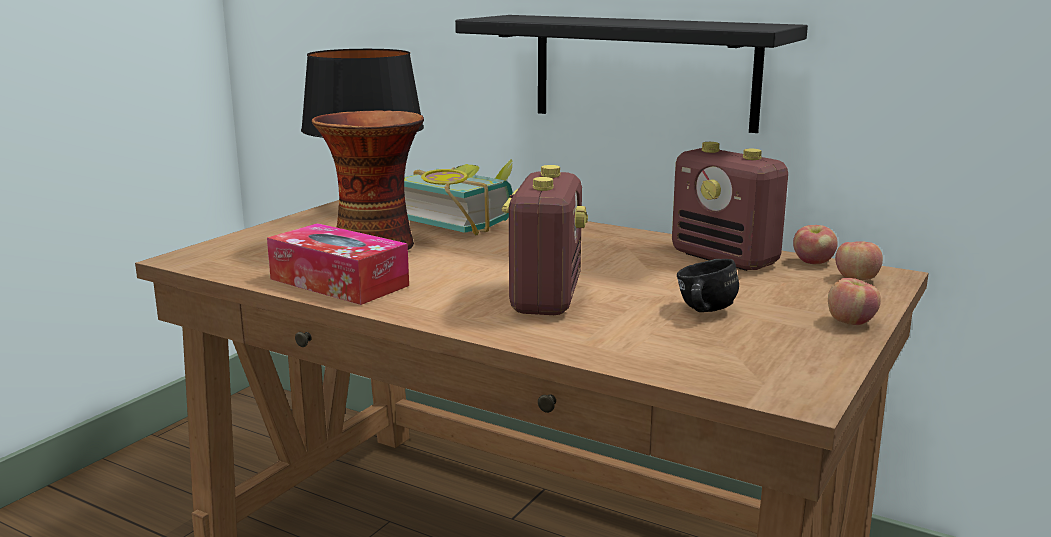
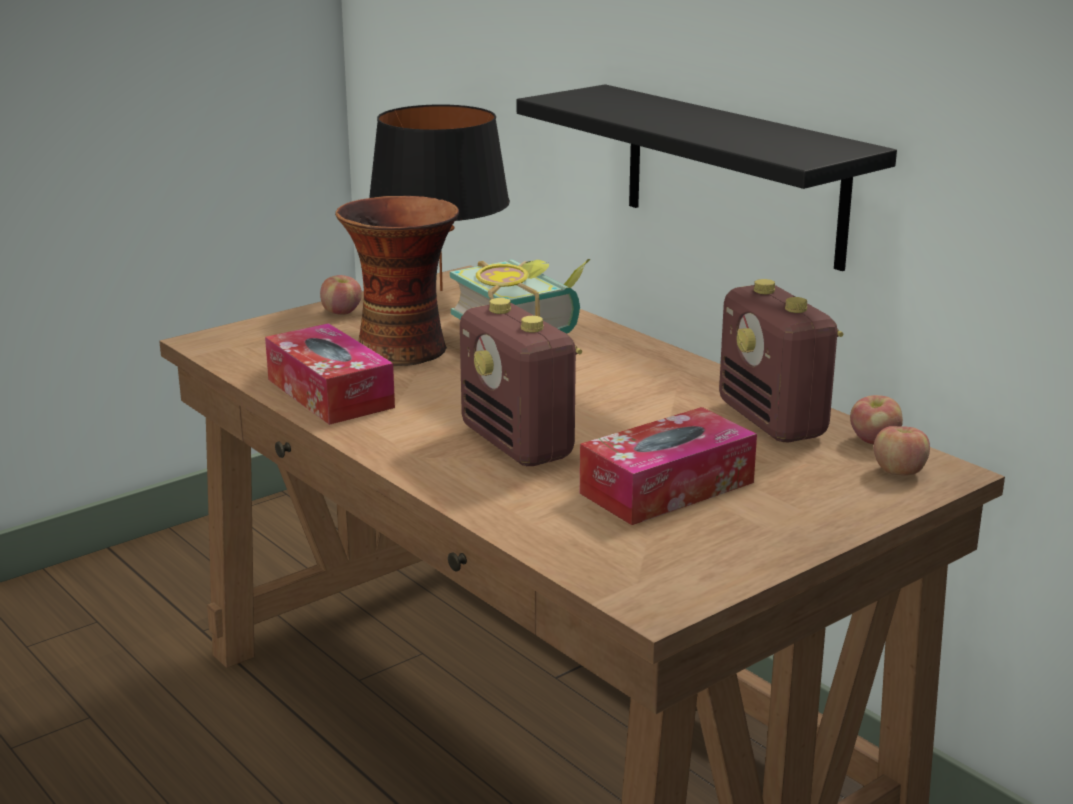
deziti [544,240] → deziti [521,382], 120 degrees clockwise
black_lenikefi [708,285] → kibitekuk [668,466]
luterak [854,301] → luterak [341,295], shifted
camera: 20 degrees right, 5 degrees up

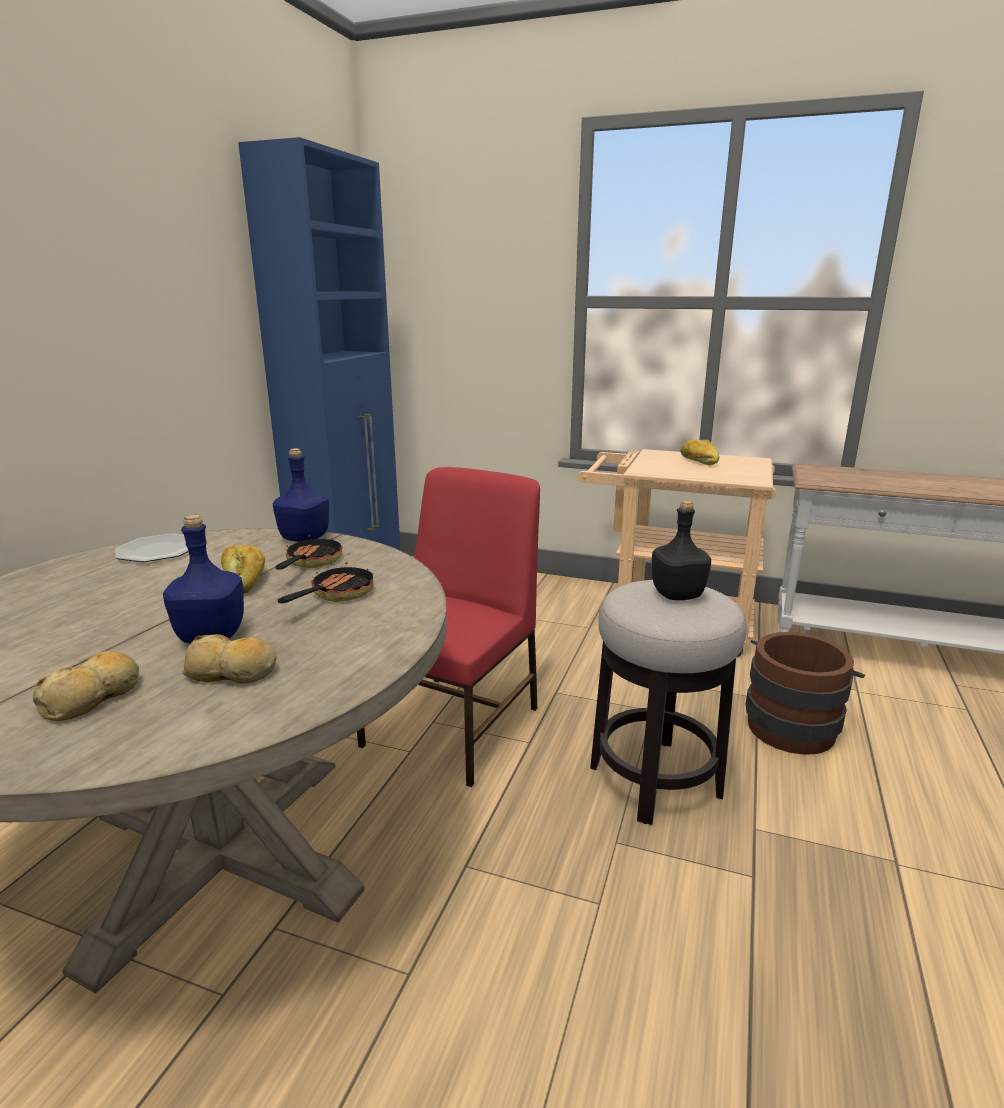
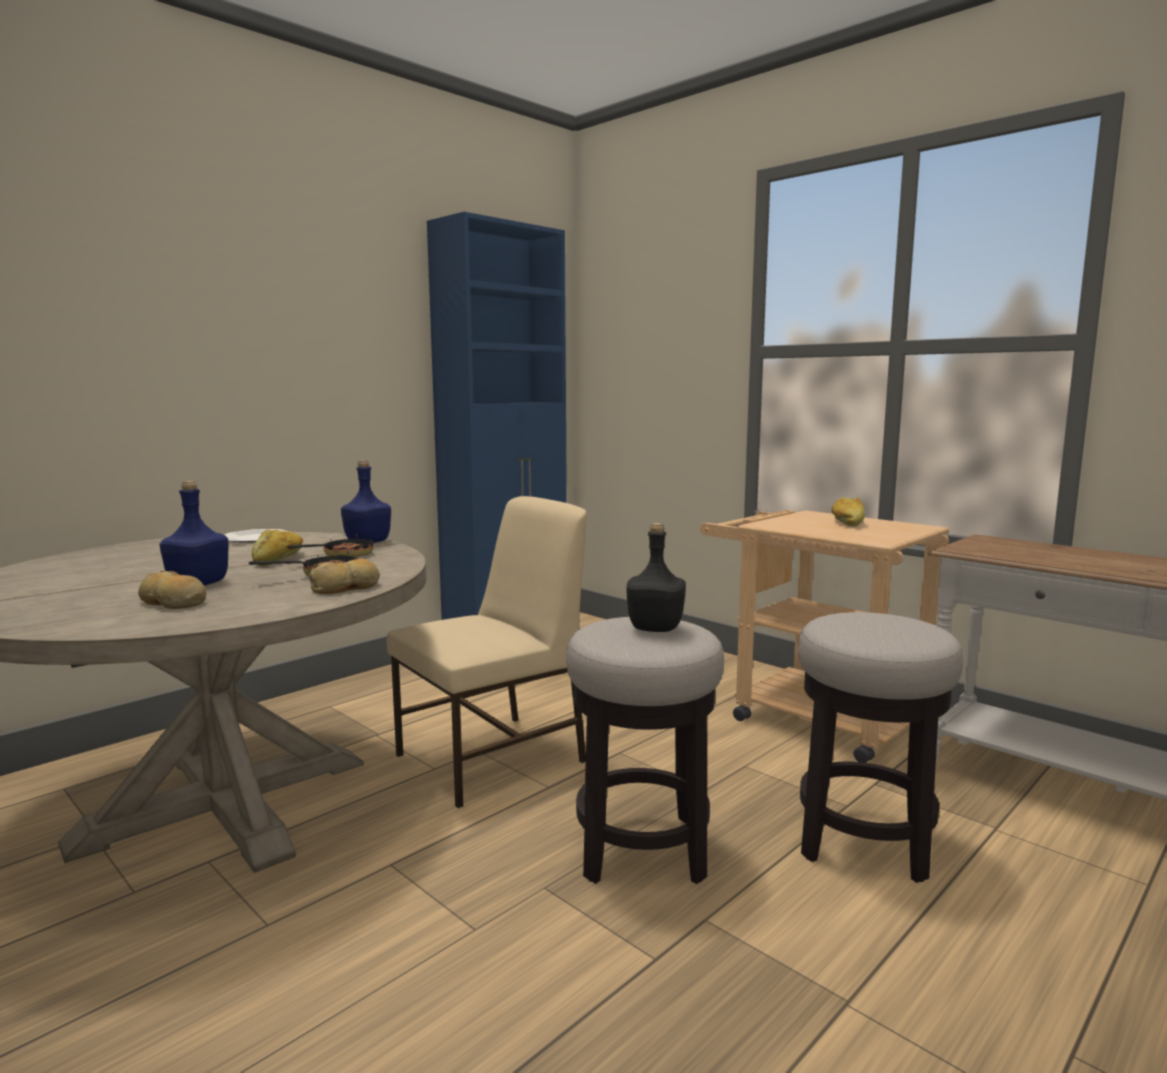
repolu [86,686] → repolu [344,576], shifted
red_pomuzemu [448,627] → beige_pomuzemu [486,652]
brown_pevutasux [805,693] → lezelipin [880,747]
camera: 25 degrees right, 10 degrees down

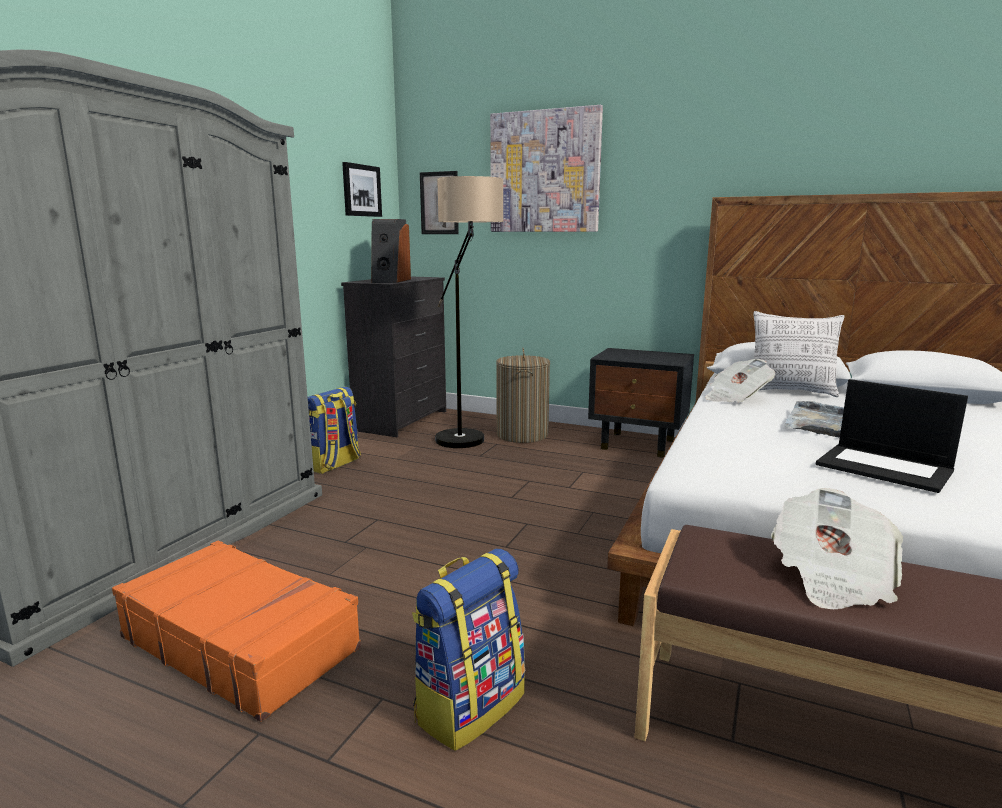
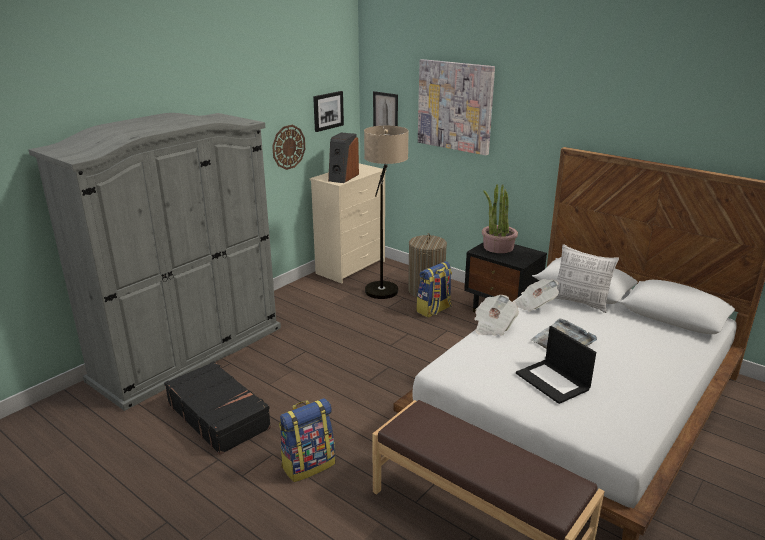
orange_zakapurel [236,631] → black_zakapurel [217,408]
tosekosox [334,430] → tosekosox [434,289], shifted
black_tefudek [393,356] → beige_tefudek [348,223]
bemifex [837,548] → bemifex [496,315], shifted
- → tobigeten [288,147]
- → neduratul [500,218]
camera: 15 degrees right, 10 degrees up

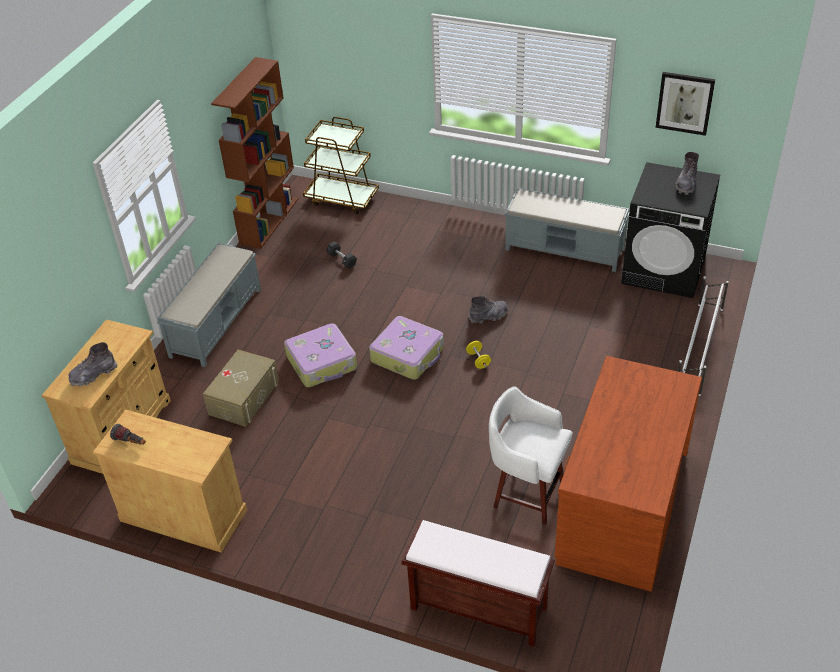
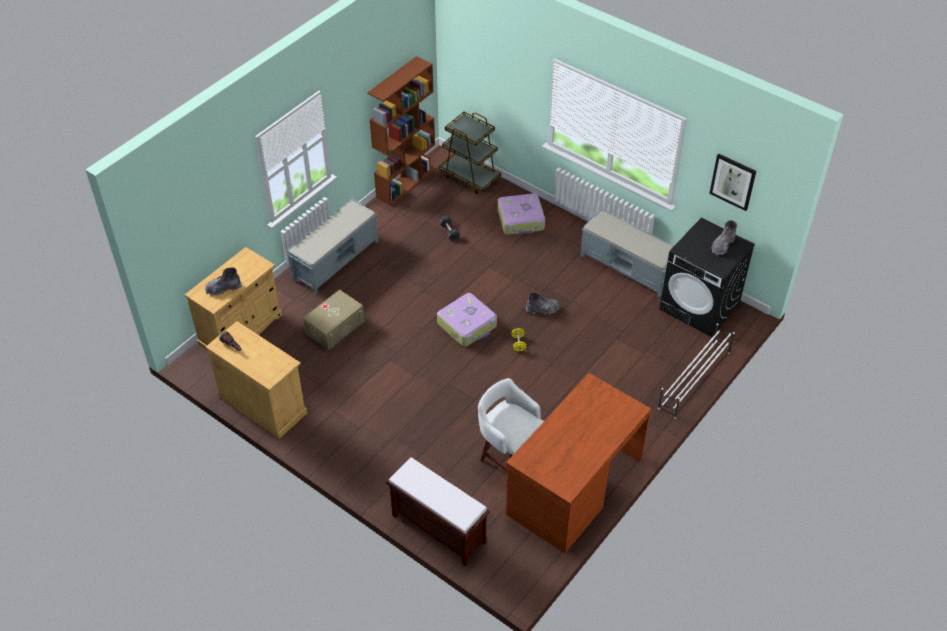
zakapurel [320,355] → zakapurel [521,214], shifted
camera: 15 degrees right, 5 degrees up

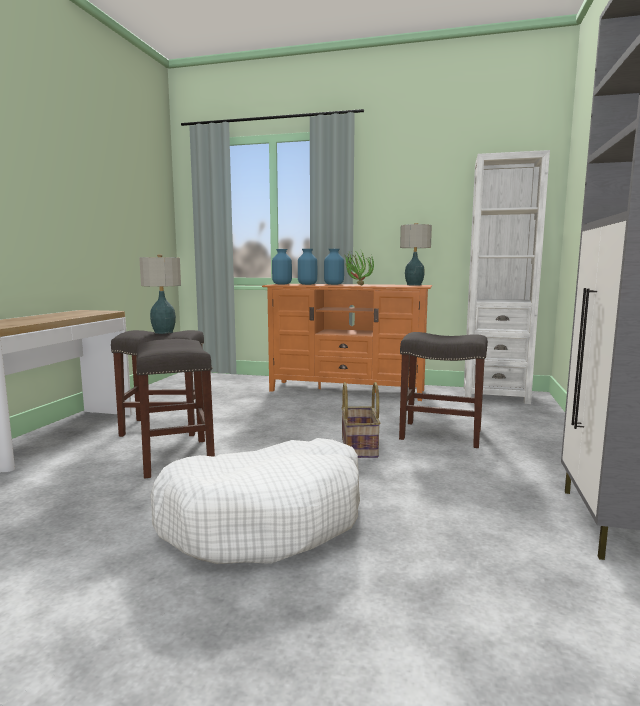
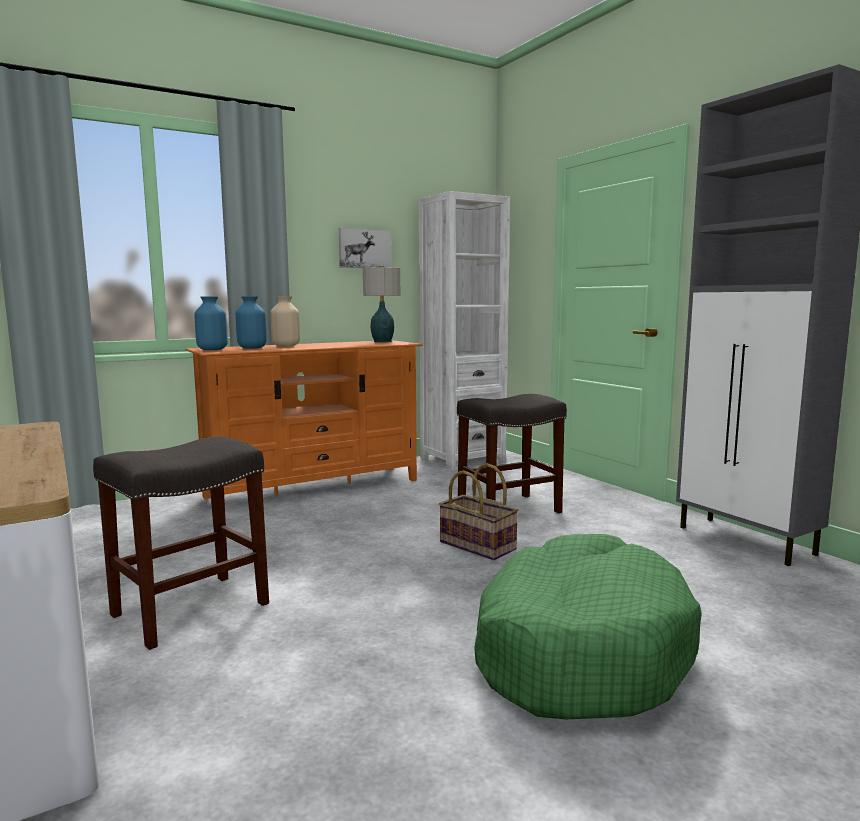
grey_lezelipin [175,409] → -
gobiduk [160,294] → -
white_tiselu [255,501] → green_tiselu [588,626]
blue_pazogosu [334,267] → beige_pazogosu [285,321]
neduratul [359,268] → -
- → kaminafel [365,248]
camera: 45 degrees left, 0 degrees up

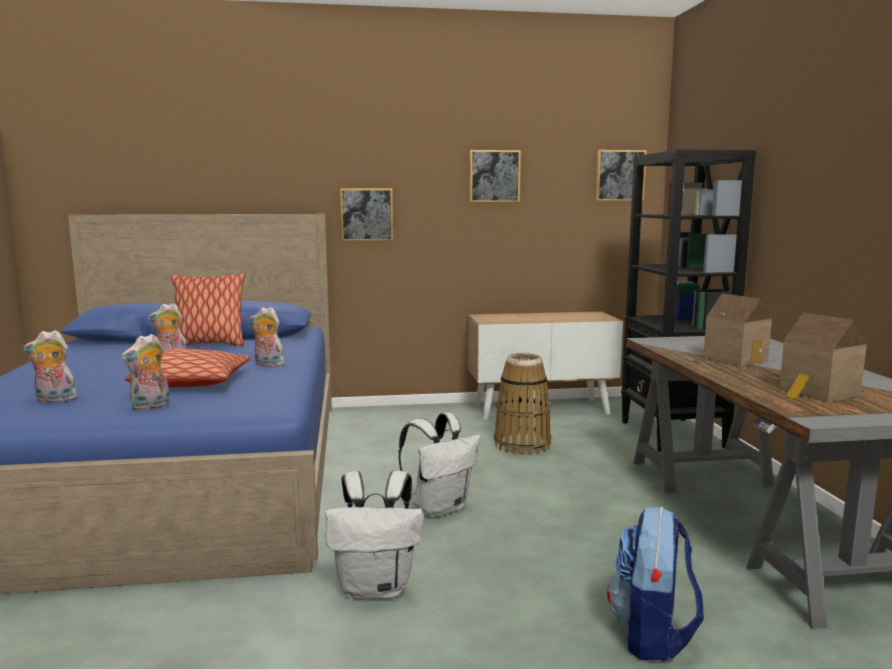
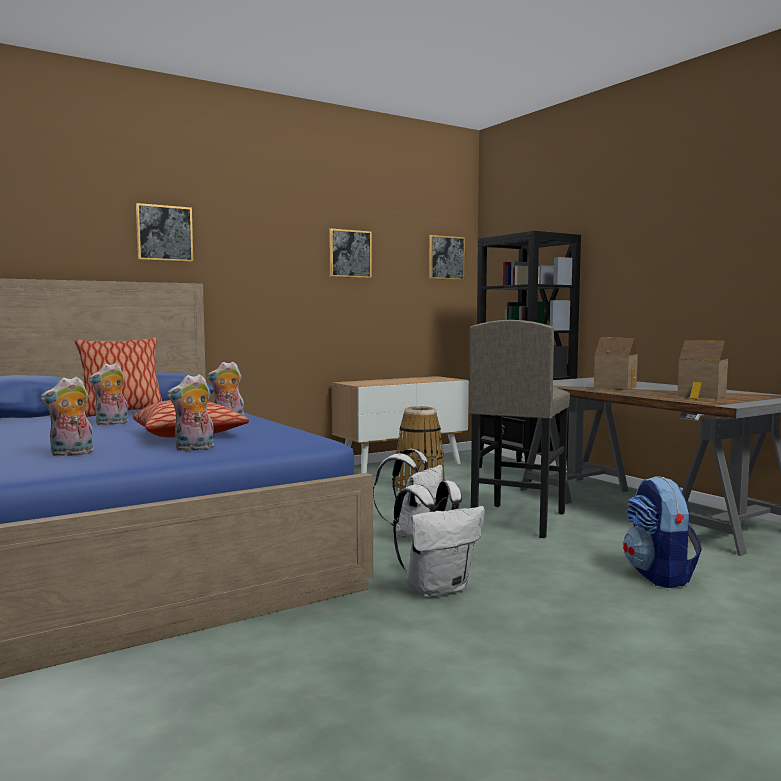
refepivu [145,372] → refepivu [190,412], 45 degrees clockwise
kaminafel [366,214] → kaminafel [164,232], shifted
- → grey_lezelipin [519,429]
camera: 25 degrees left, 5 degrees down

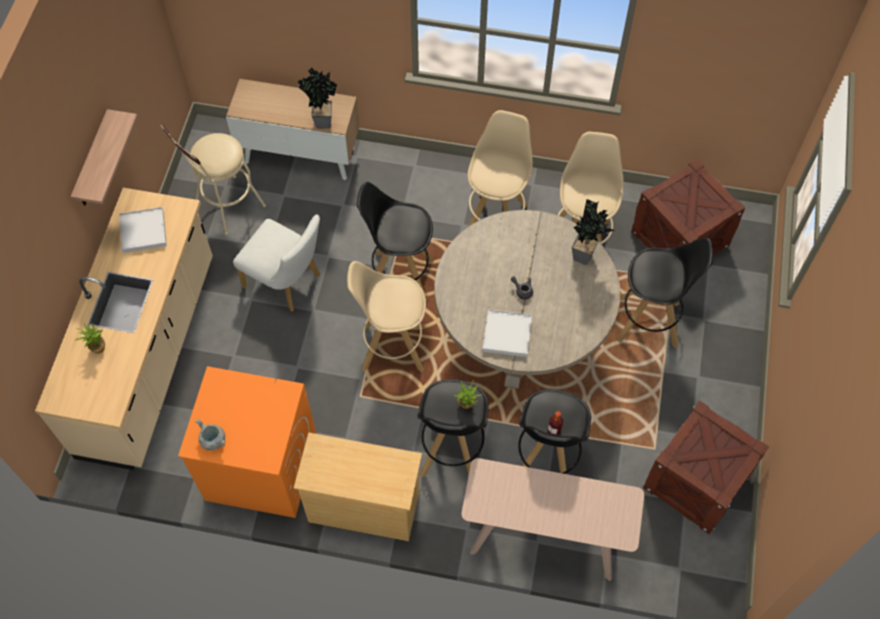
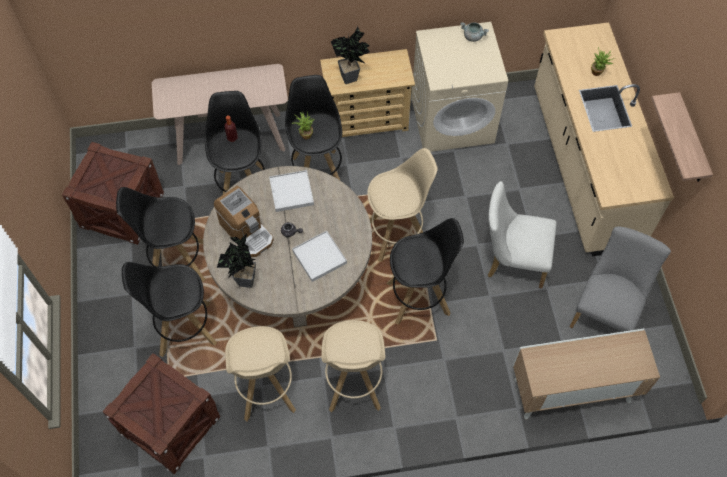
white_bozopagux [143,230] → white_bozopagux [319,256], shifted
beige_lezelipin [213,179] → grey_pomuzemu [620,279]
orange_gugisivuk [247,442] → beige_gugisivuk [460,87]
neduratul [317,98] → neduratul [350,55], shifted
- → black_lezelipin [161,234]
- → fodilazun [244,221]
camera: 160 degrees right, 0 degrees up

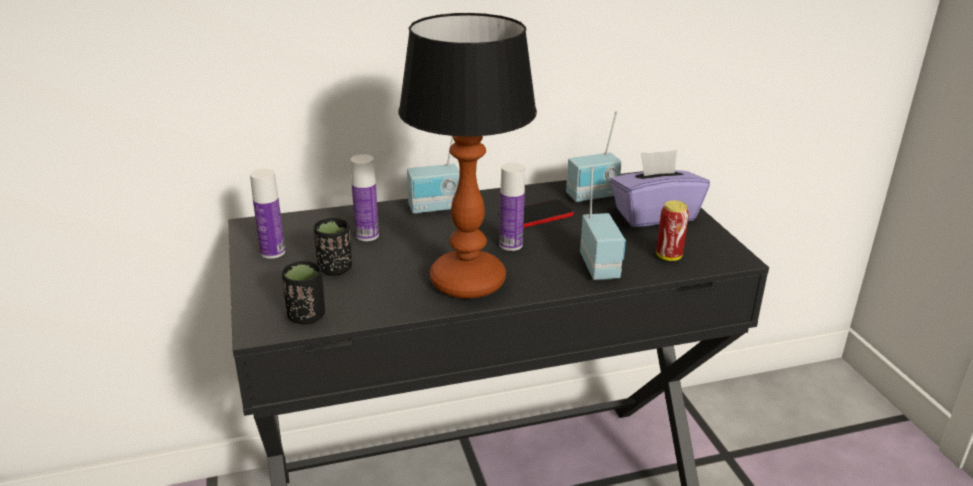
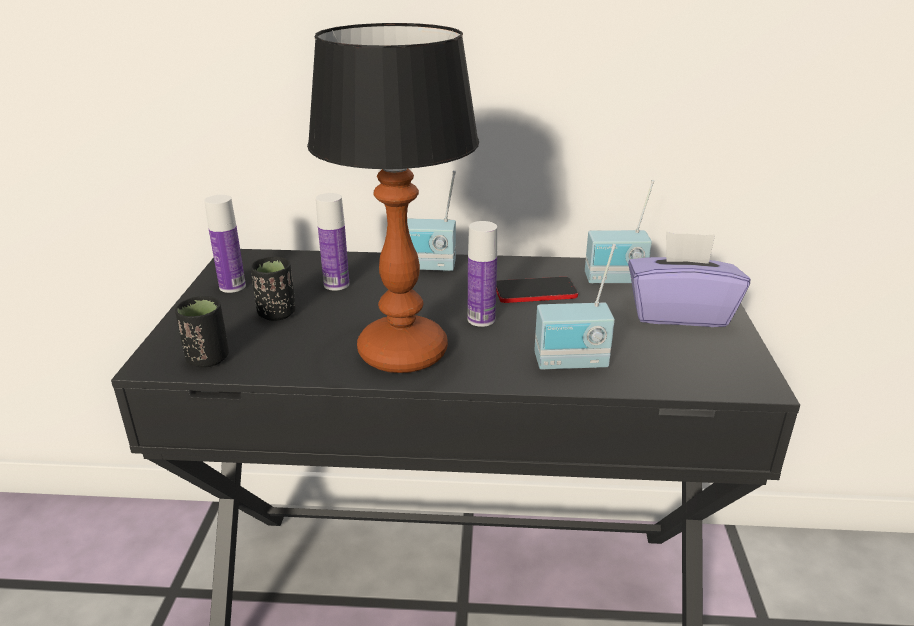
deziti [603,223] → deziti [575,307], 75 degrees clockwise
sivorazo [672,231] → -
camera: 20 degrees right, 0 degrees up

